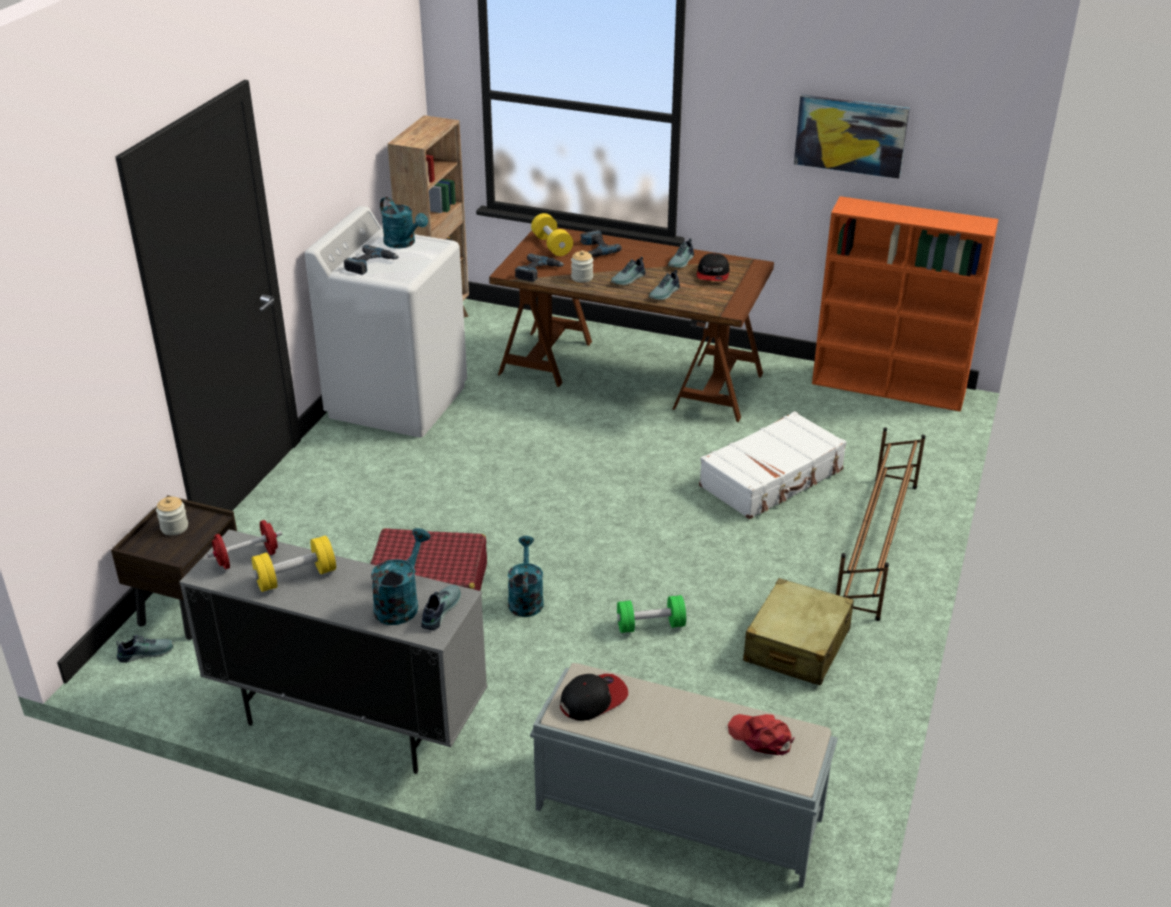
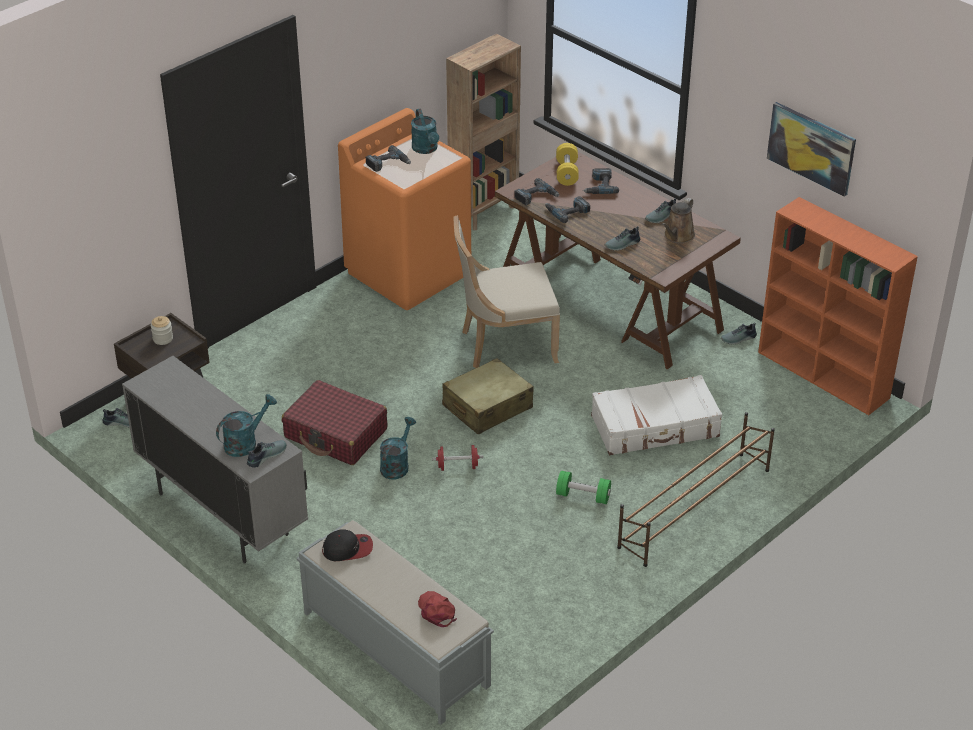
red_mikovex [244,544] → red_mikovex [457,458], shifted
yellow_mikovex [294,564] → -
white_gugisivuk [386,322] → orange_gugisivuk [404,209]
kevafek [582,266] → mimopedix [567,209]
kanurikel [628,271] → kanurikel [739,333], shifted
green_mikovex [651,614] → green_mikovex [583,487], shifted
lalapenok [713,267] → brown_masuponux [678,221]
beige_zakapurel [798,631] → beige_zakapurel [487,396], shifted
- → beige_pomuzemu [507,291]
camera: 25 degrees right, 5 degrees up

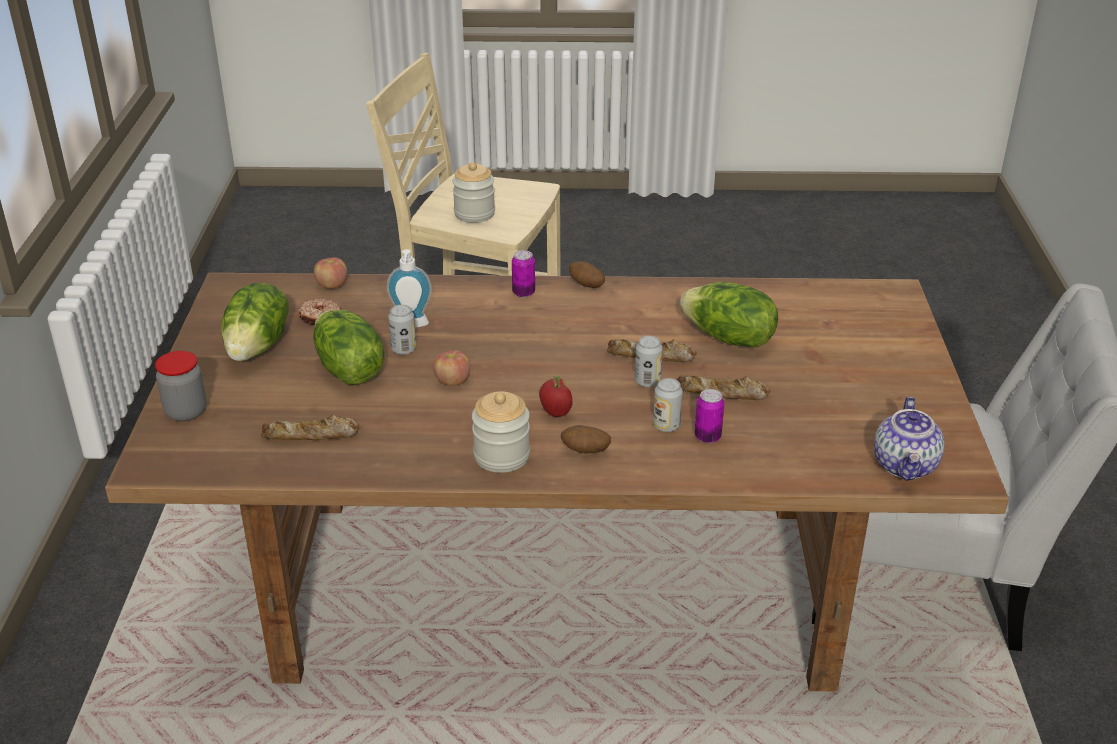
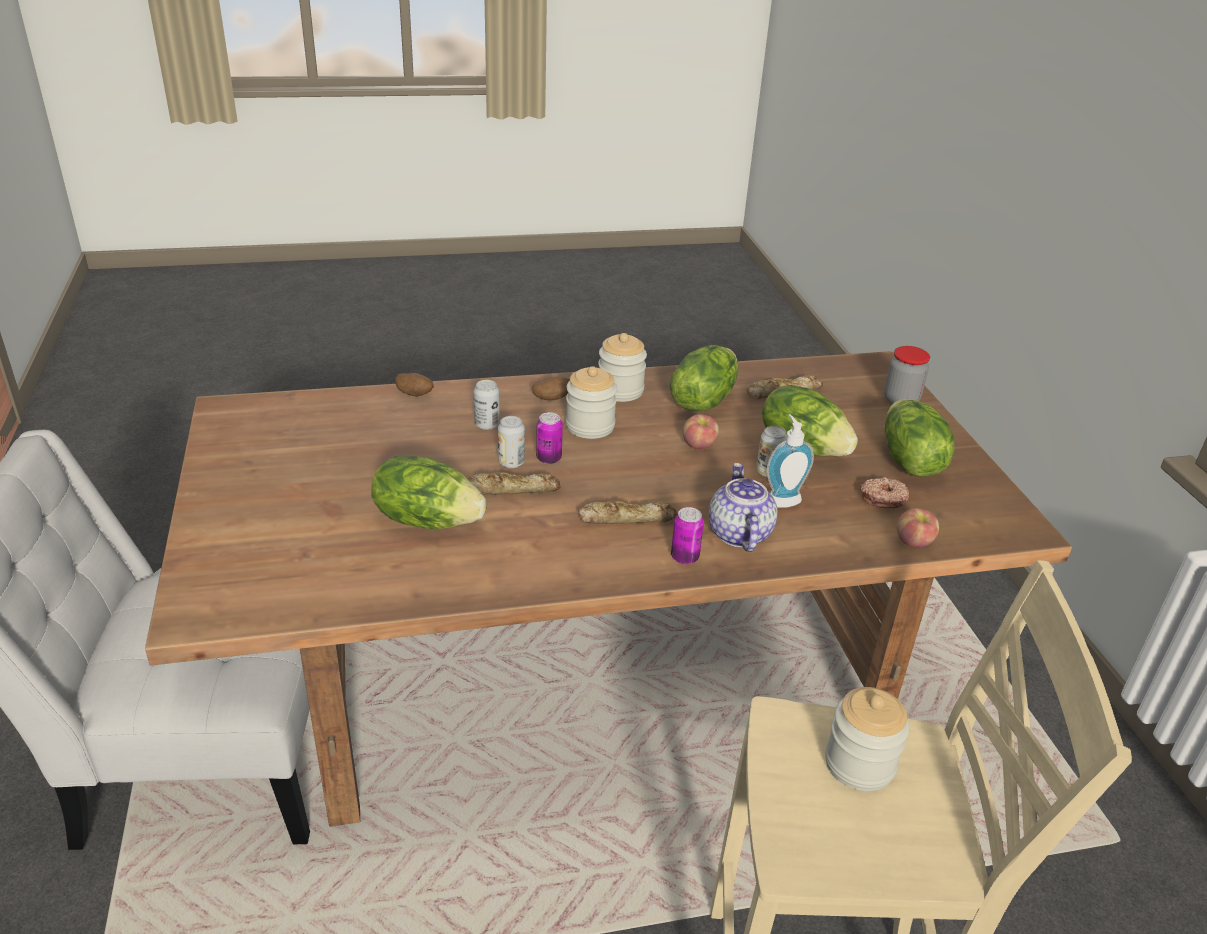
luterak [555,396] → kevafek [591,402]
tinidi [587,274] → tinidi [414,384], shifted
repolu [724,387] → repolu [627,512], shifted
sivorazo [709,416] → sivorazo [549,438], shifted
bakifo [909,439] → bakifo [743,507], shifted
- → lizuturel [704,378]
camera: 165 degrees right, 0 degrees up

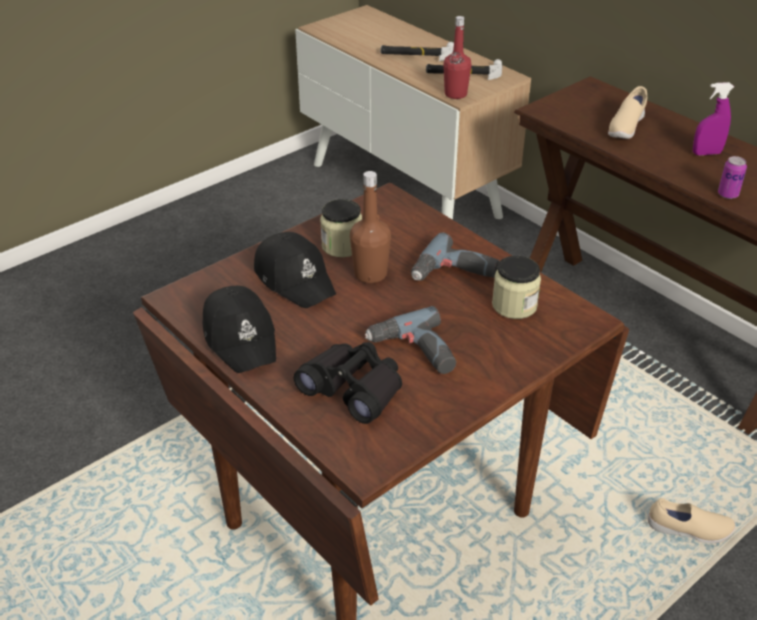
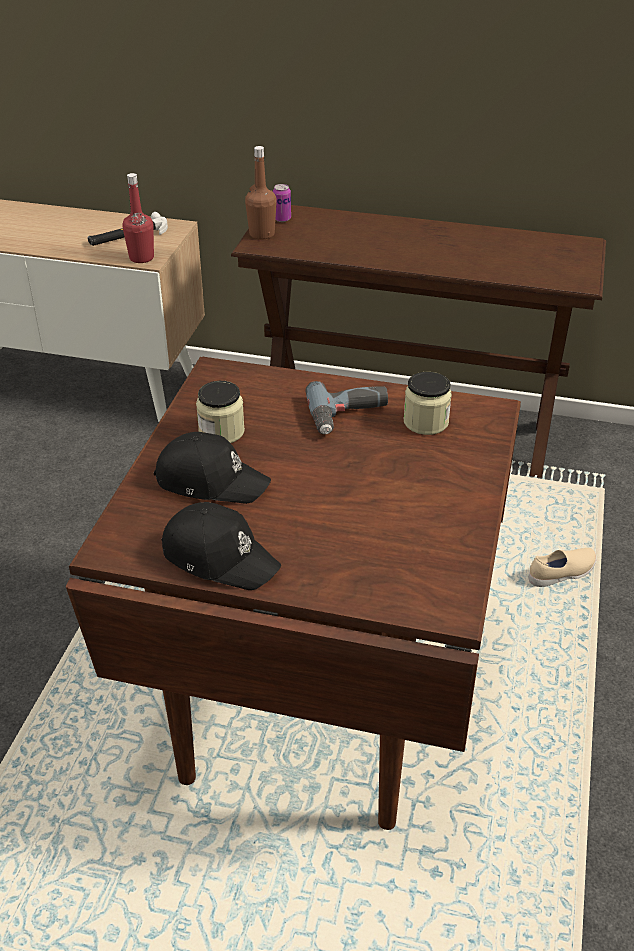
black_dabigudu [348,383] → -
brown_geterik [370,227] → brown_geterik [261,193], shifted
mimopedix [410,340] → -
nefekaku [417,51] → -
beige_kanurikel [627,112] → -
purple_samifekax [713,118] → -
sivorazo [732,177] → sivorazo [282,203], shifted
camera: 35 degrees left, 0 degrees up

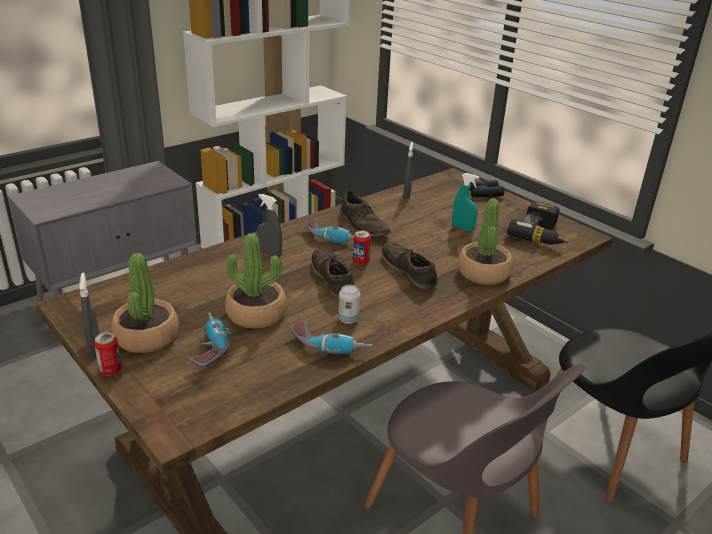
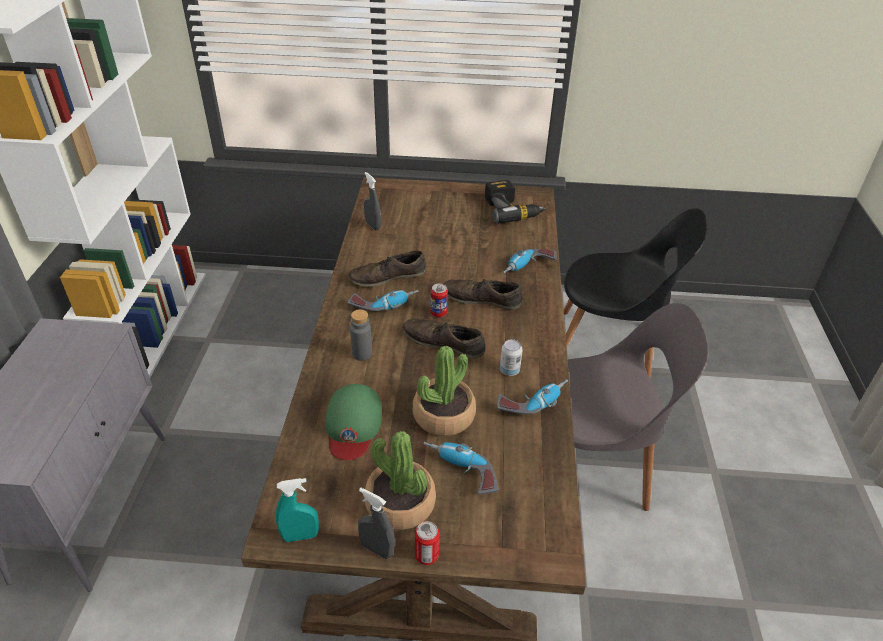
grey_samifekax [269,225] → grey_geterik [361,335]
brown_kanurikel [365,214] → brown_kanurikel [387,268], 150 degrees clockwise
turquoise_samifekax [465,202] → turquoise_samifekax [297,510], shifted
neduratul [485,241] → mimopedix [529,261]
black_dabigudu [487,188] → -
- → green_lalapenok [353,422]
camera: 45 degrees left, 10 degrees up

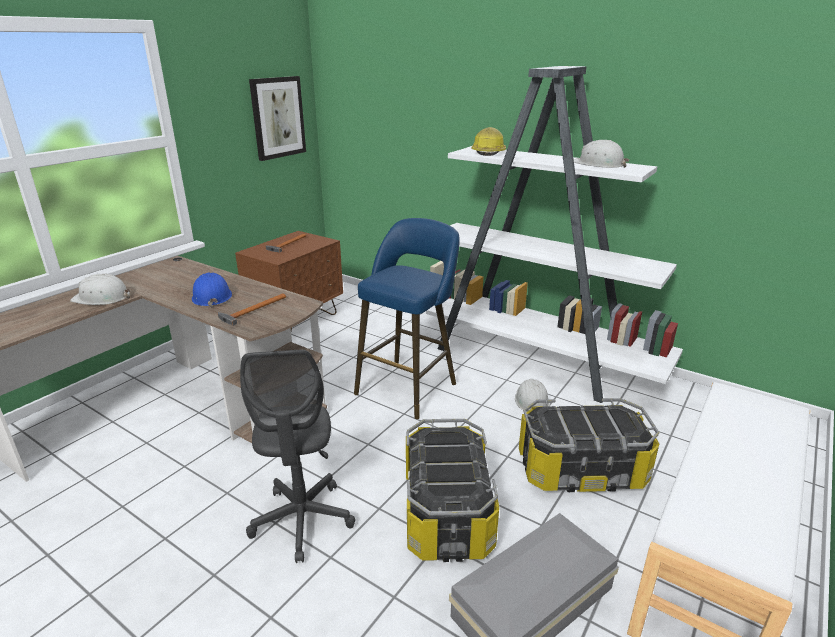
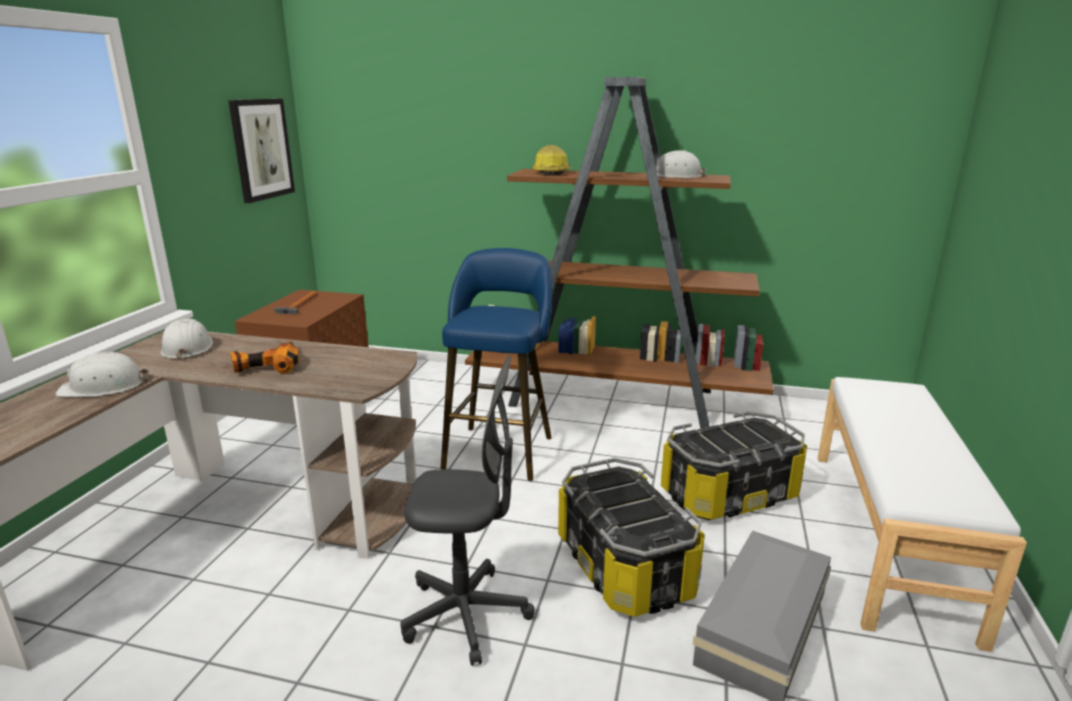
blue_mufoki [212,290] → mimopedix [264,356]
nefekaku [251,309] → -
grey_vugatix [298,456] → grey_vugatix [467,511], 60 degrees counterclockwise
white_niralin [553,234] → brown_niralin [619,252]
white_mufoki [532,395] → white_mufoki [187,339], shifted
camera: 20 degrees left, 5 degrees down

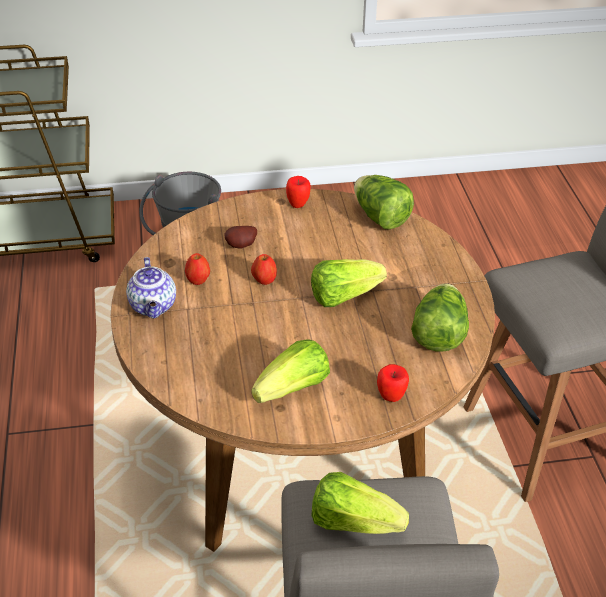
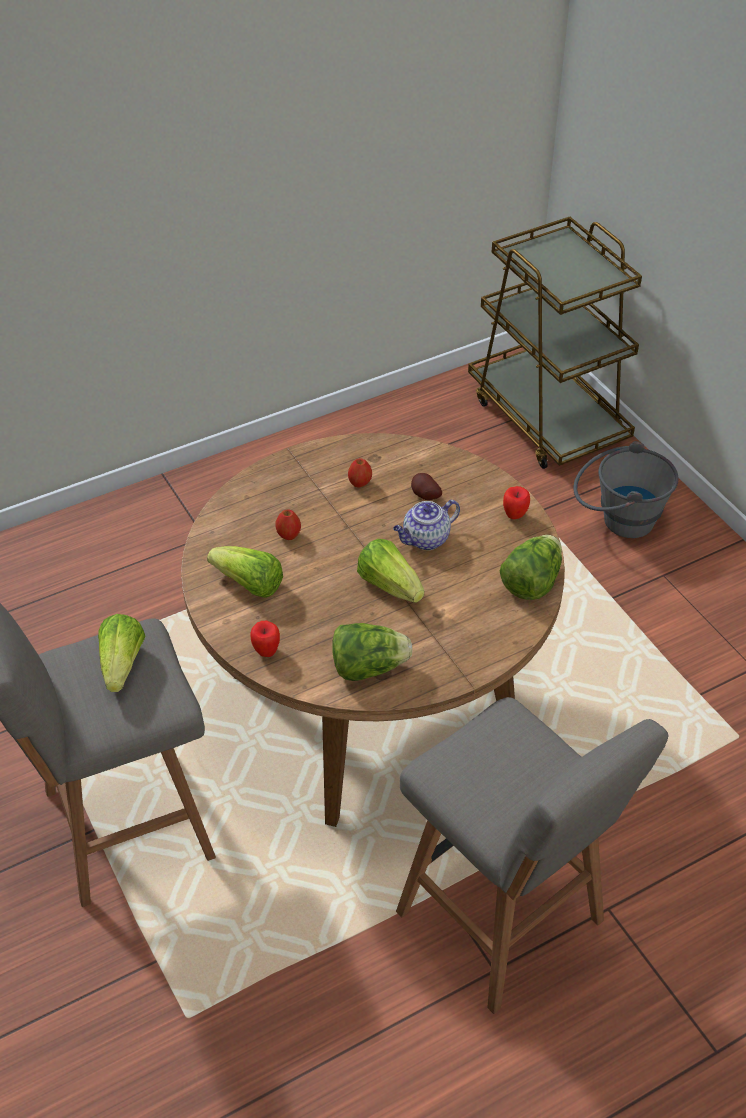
bakifo [151,287] → bakifo [426,525], shifted
luterak [264,269] → luterak [288,524], shifted
camera: 70 degrees right, 5 degrees up

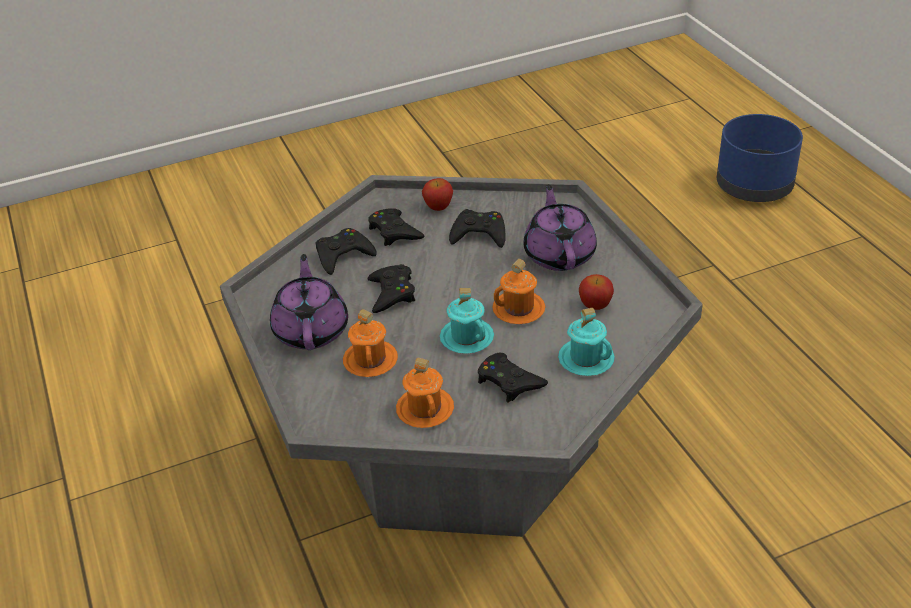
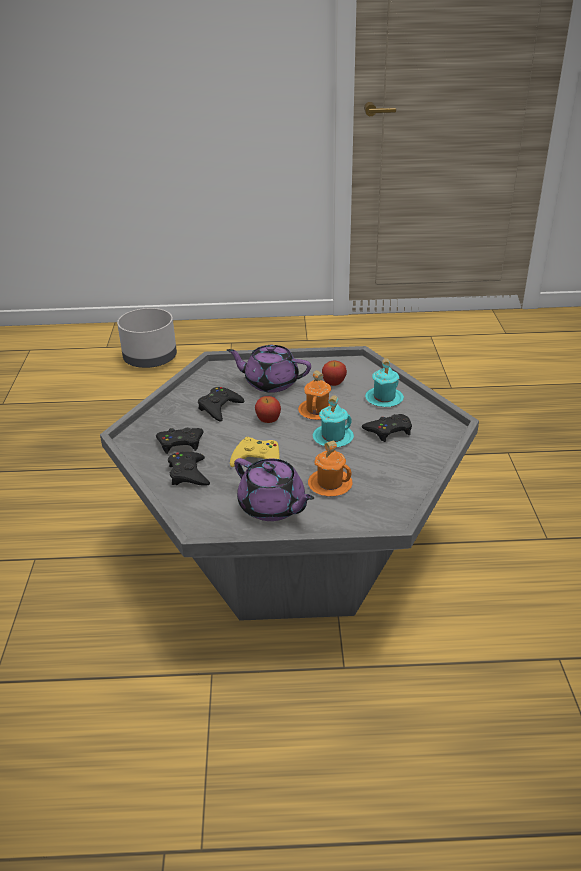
purple_bakifo [309,302] → purple_bakifo [274,489], 150 degrees counterclockwise
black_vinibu [391,288] → yellow_vinibu [255,452]
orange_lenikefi [425,392] → -
luterak [437,194] → luterak [268,409], shifted
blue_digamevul [760,158] → grey_digamevul [147,338]
camera: 70 degrees left, 5 degrees down

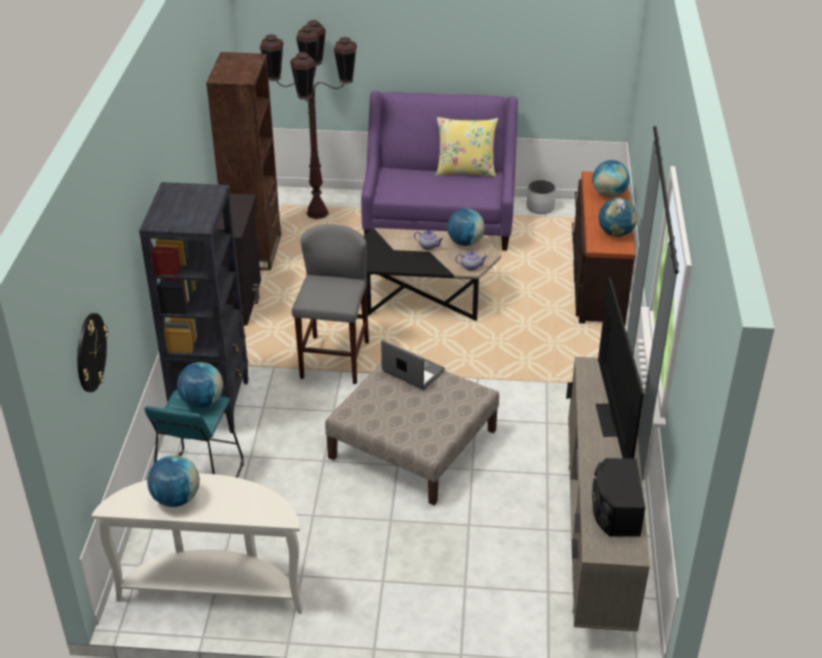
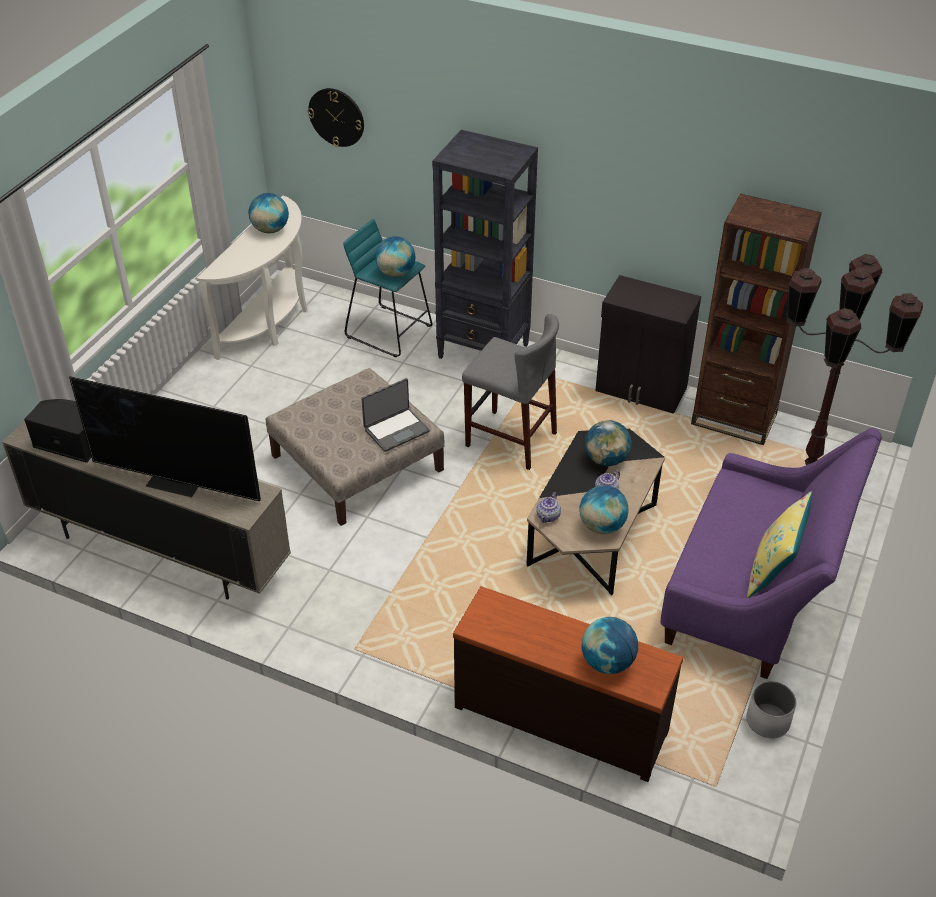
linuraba [618,217] → linuraba [608,443], shifted
camera: 110 degrees right, 5 degrees up

